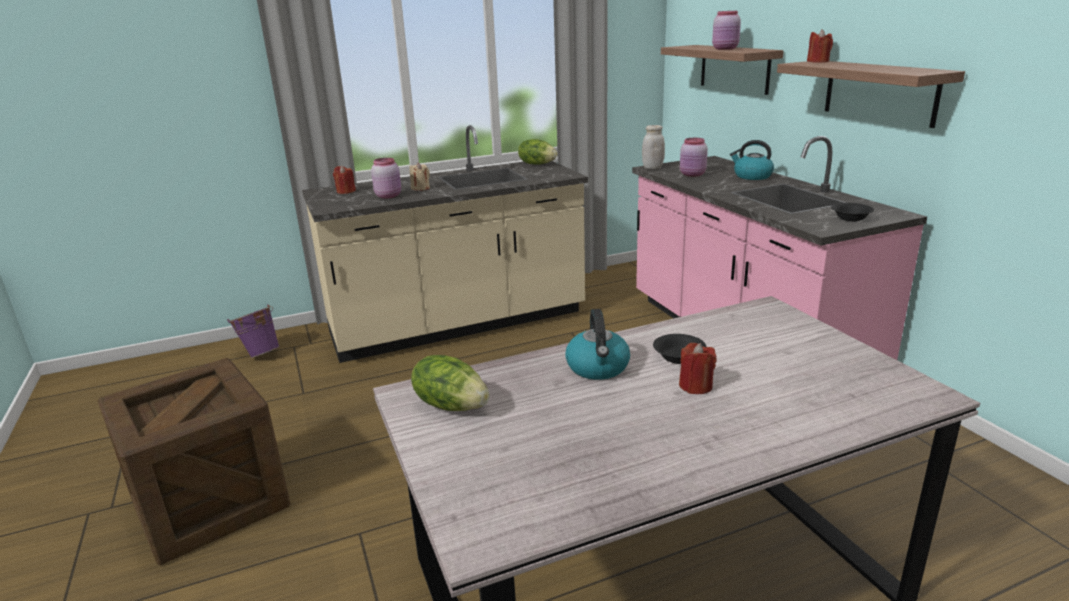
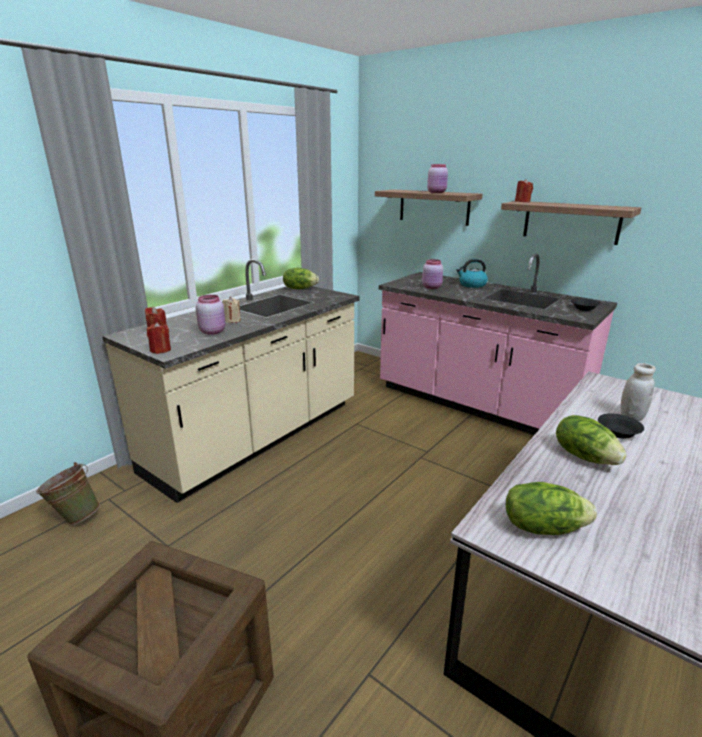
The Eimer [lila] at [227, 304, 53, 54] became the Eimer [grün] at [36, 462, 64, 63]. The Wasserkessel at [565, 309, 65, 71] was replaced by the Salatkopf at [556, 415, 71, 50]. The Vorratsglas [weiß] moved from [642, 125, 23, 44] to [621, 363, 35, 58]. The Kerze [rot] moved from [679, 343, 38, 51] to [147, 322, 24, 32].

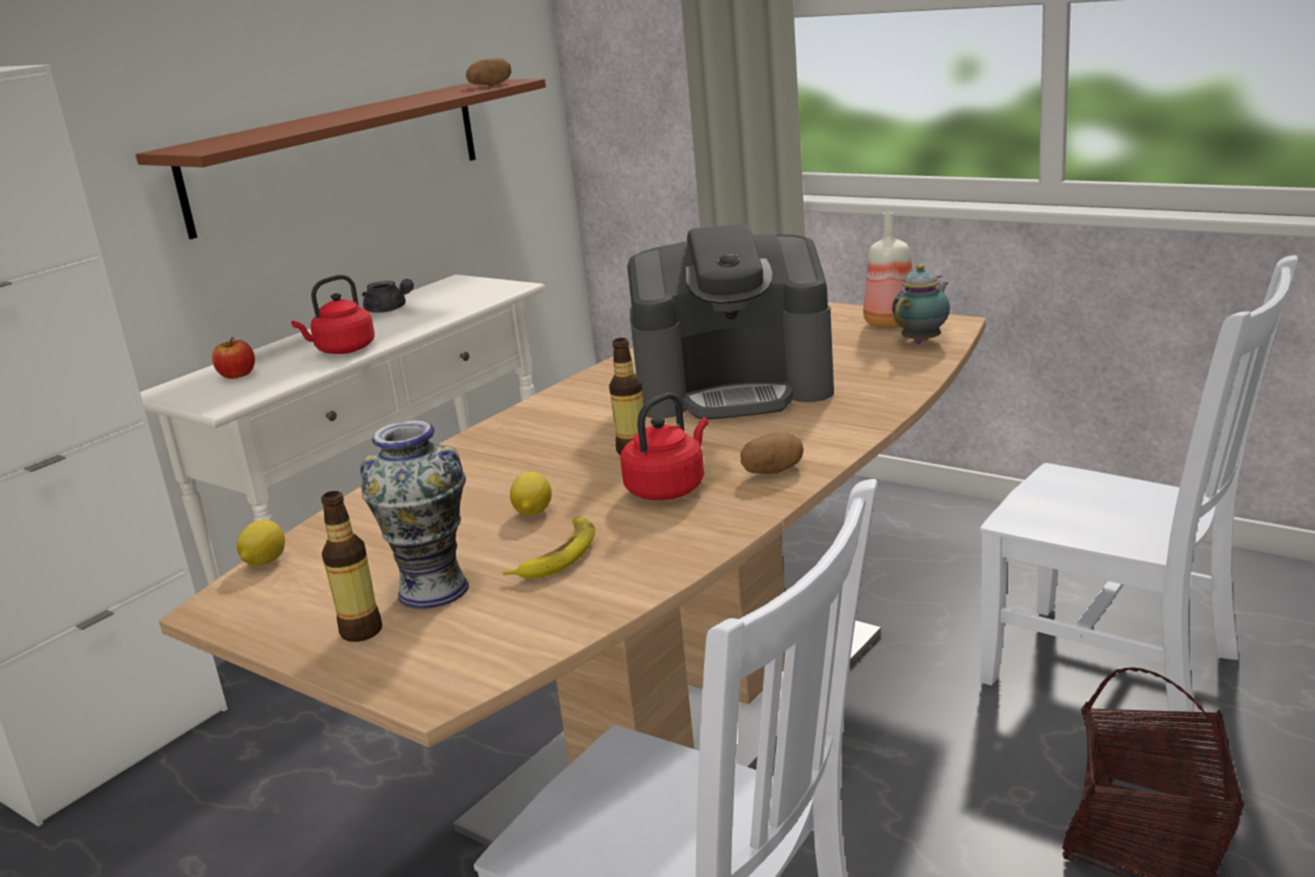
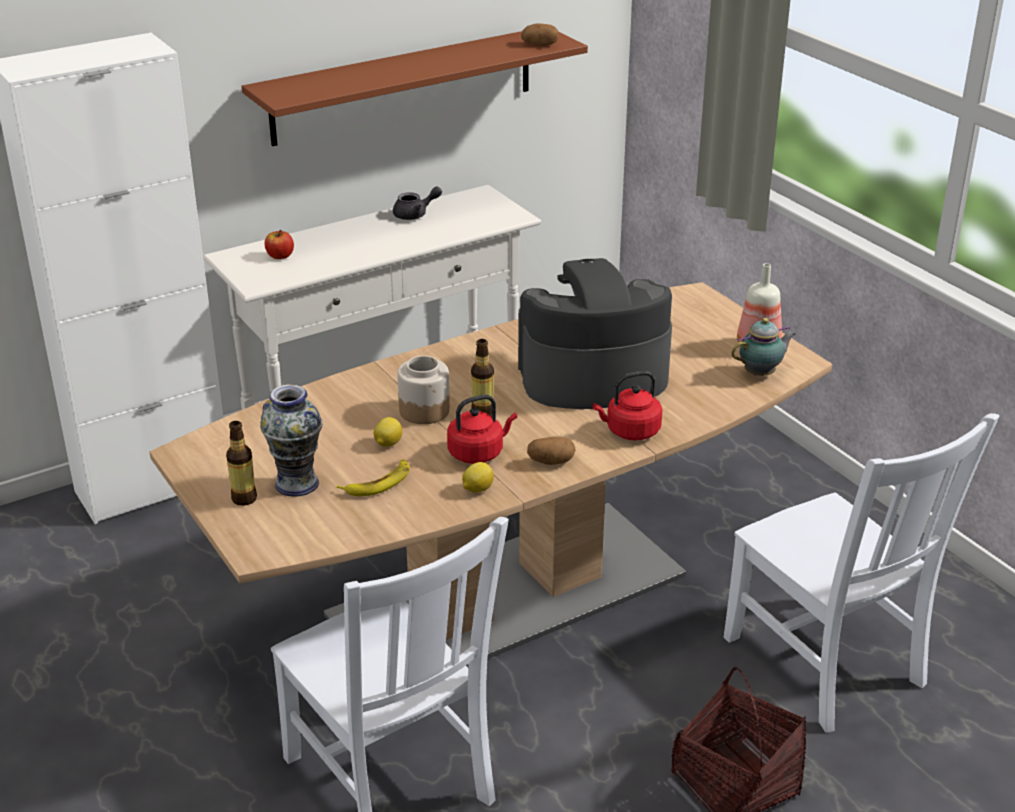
The Zitrone moved from [237, 520, 48, 46] to [462, 462, 32, 31]. The Wasserkessel [rot] moved from [291, 275, 84, 79] to [592, 371, 70, 70]. The Teekanne [grau] at [362, 279, 52, 34] turned 75 degrees counterclockwise. The Kaffeemaschine at [627, 224, 207, 196] turned 150 degrees clockwise. The Vorratsglas at [397, 356, 53, 68] appeared.

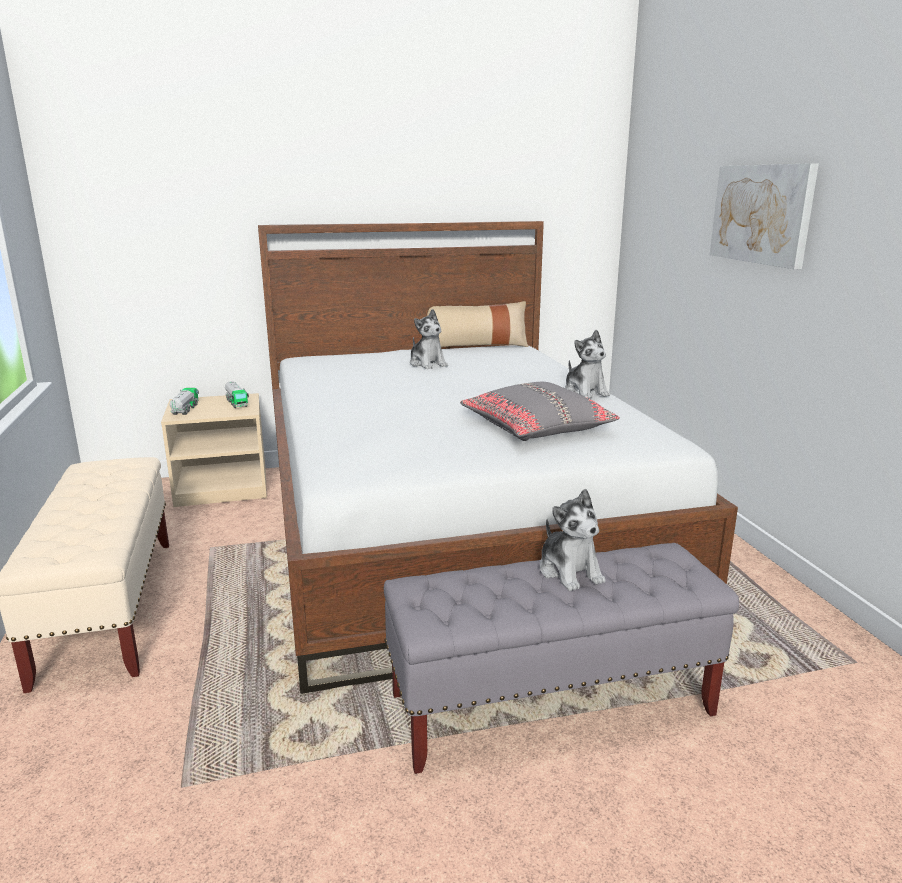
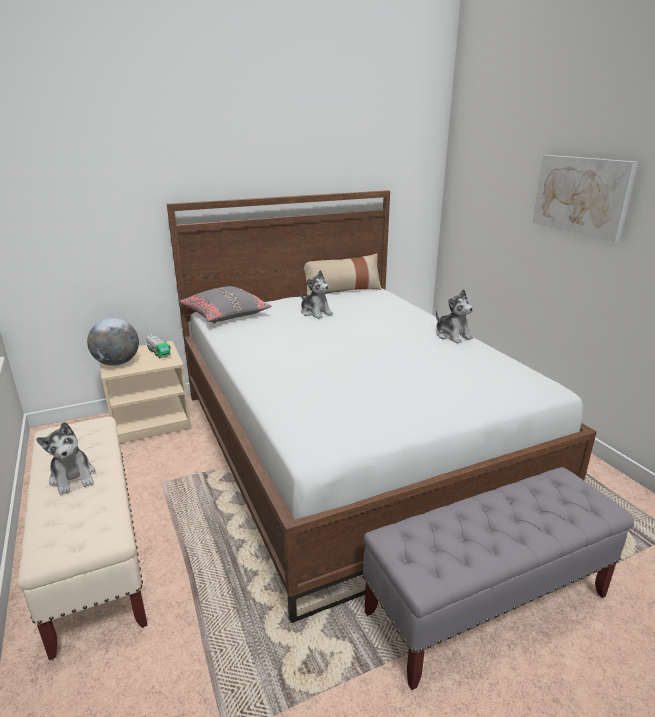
The Spielzeuglaster at [169, 388, 30, 27] was replaced by the Globus at [87, 318, 52, 48]. The Kissen [grau] moved from [460, 382, 160, 59] to [179, 286, 93, 37]. The Plüschtier moved from [540, 489, 66, 102] to [36, 422, 59, 73].

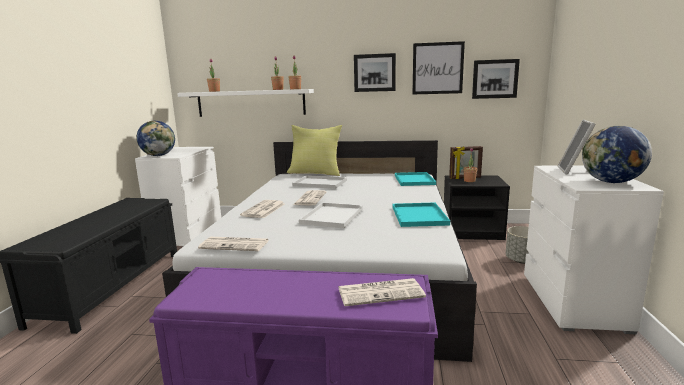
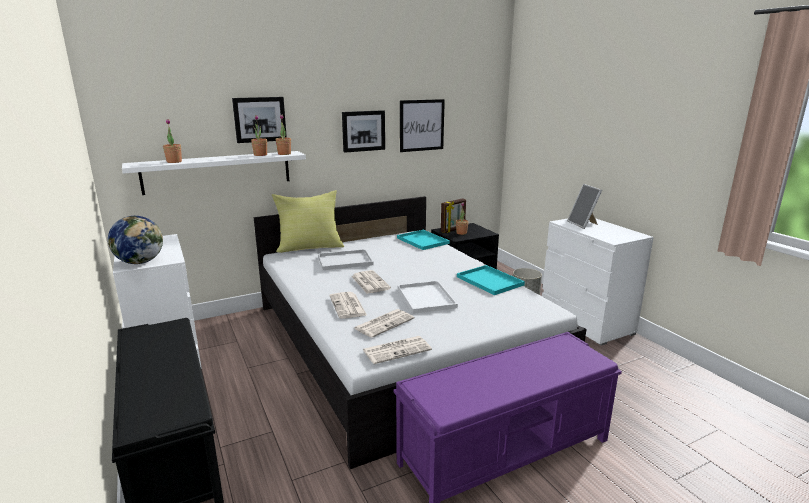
The Zeitung moved from [338, 278, 88, 28] to [354, 309, 60, 29]. The Bild moved from [472, 59, 48, 40] to [232, 97, 55, 46]. The Globus at [582, 126, 70, 57] disappeared.

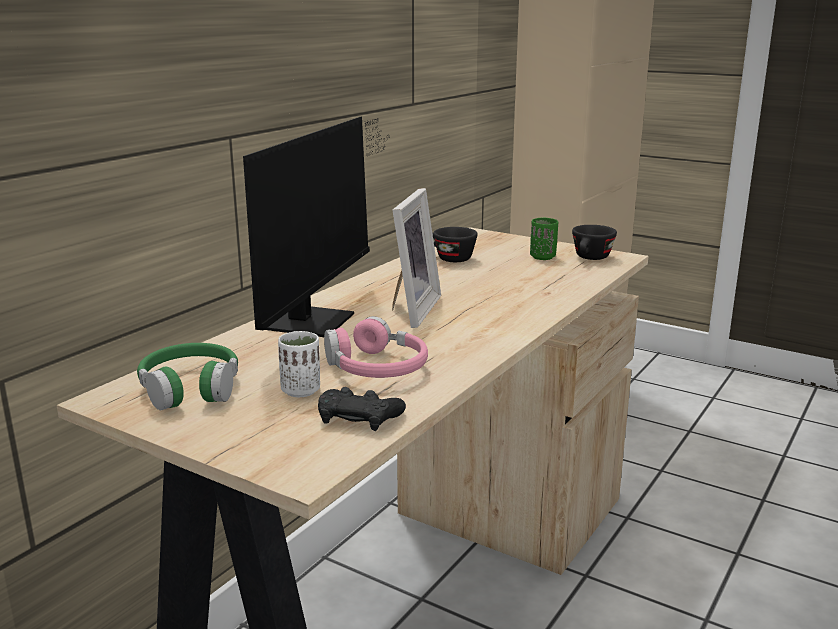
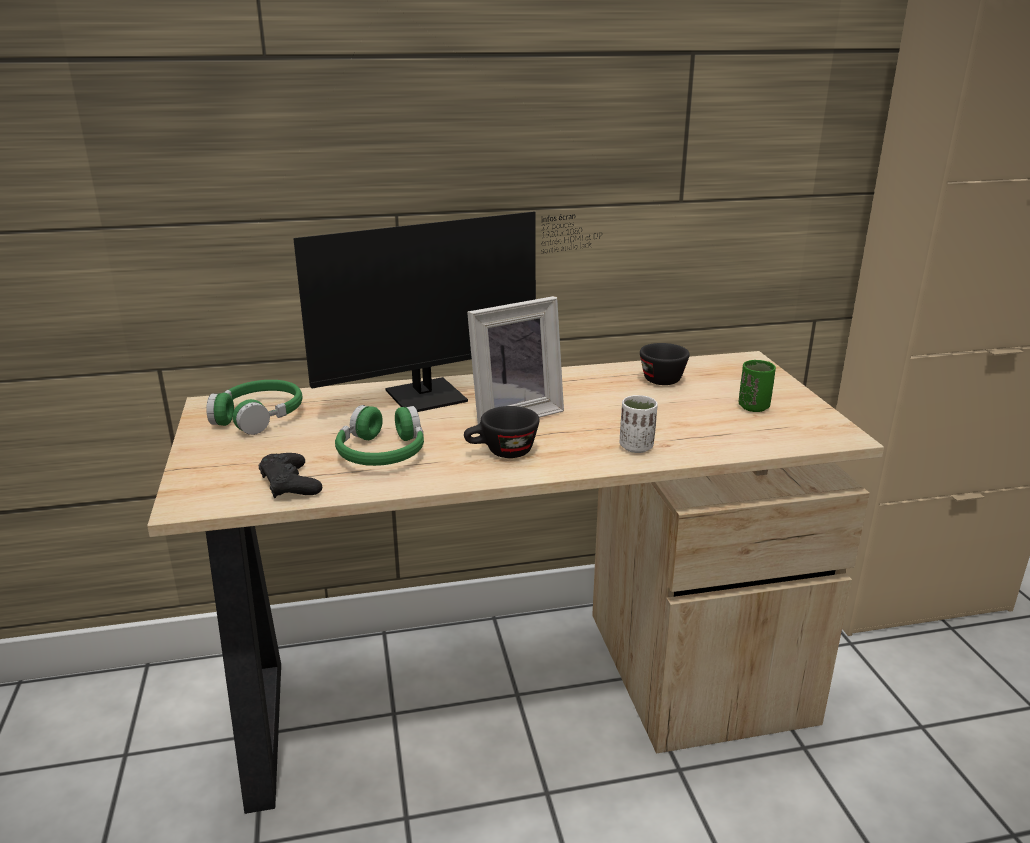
The Tasse [weiß] moved from [278, 331, 42, 66] to [620, 395, 38, 58]. The Kopfhörer [rosa] at [324, 316, 104, 62] became the Kopfhörer [grün] at [335, 405, 89, 61]. The Tasse [schwarz] moved from [572, 225, 45, 35] to [464, 406, 76, 52].

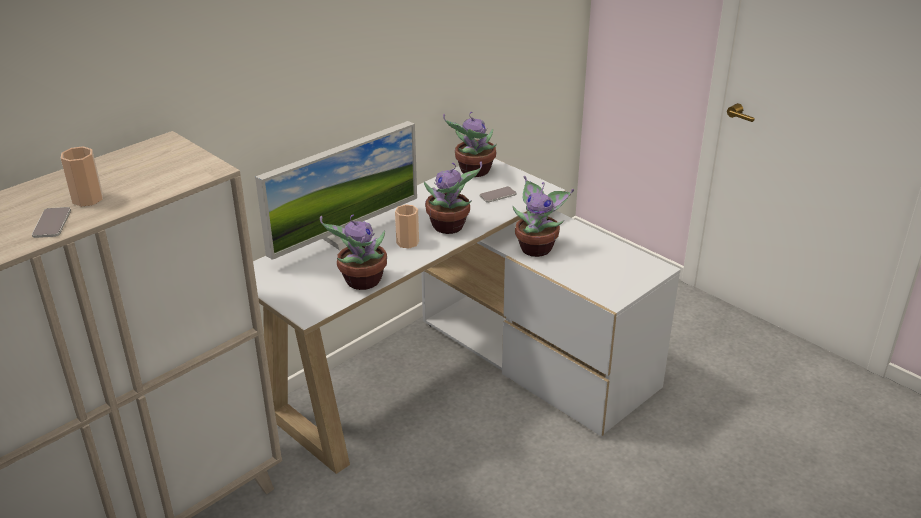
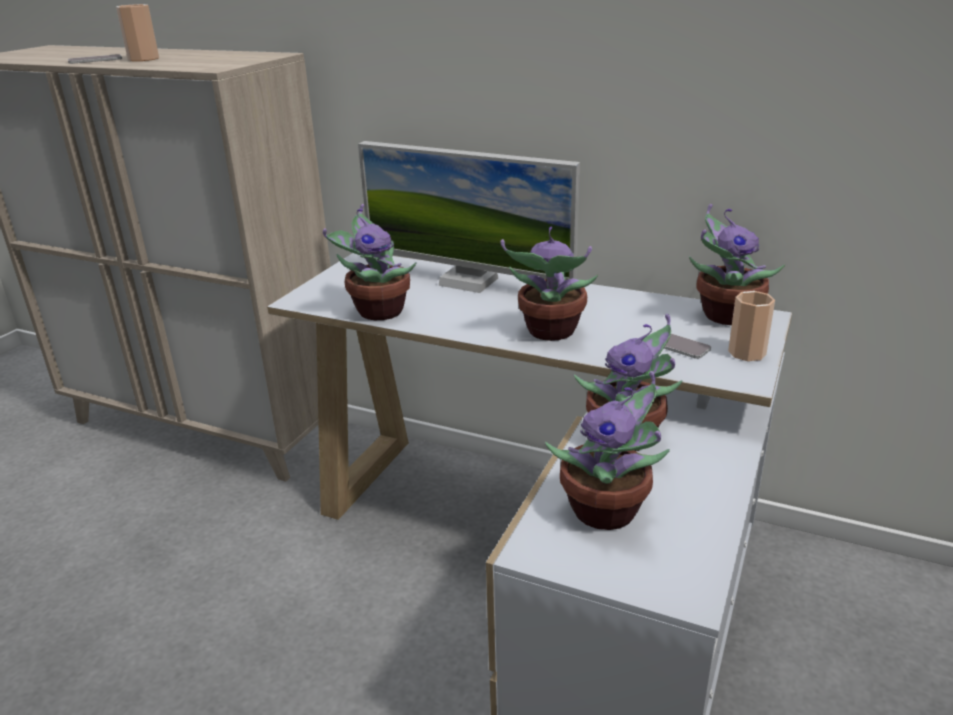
The Tasse moved from [395, 204, 24, 45] to [728, 291, 47, 70]. The Topfpflanze at [545, 371, 125, 159] appeared.

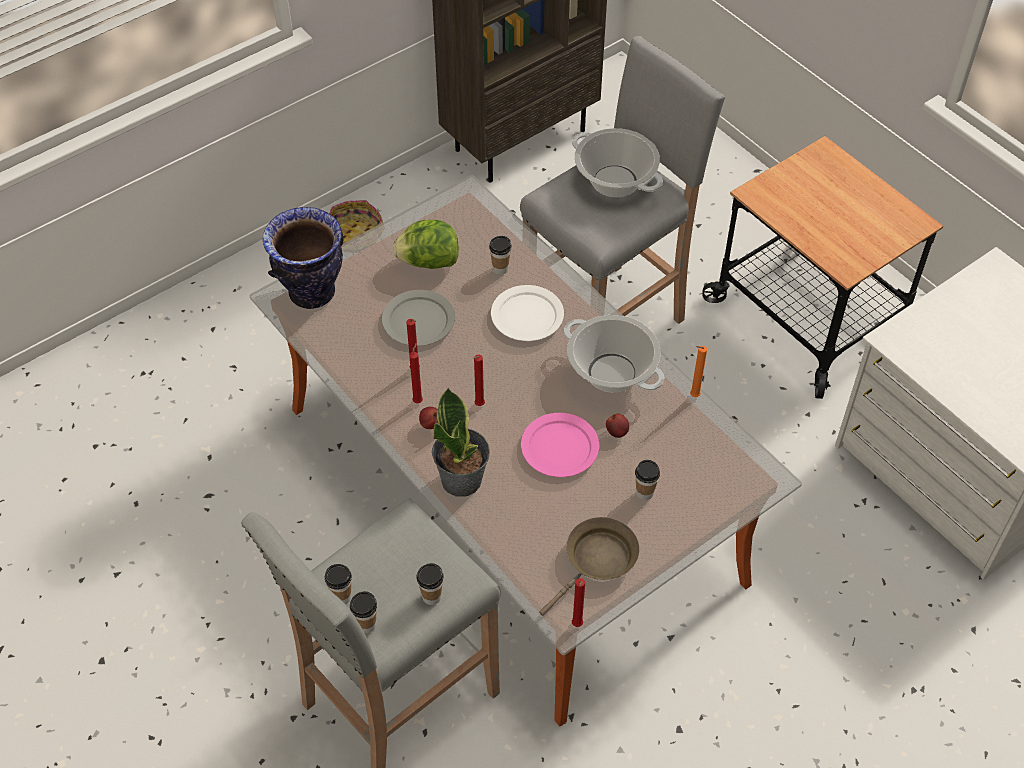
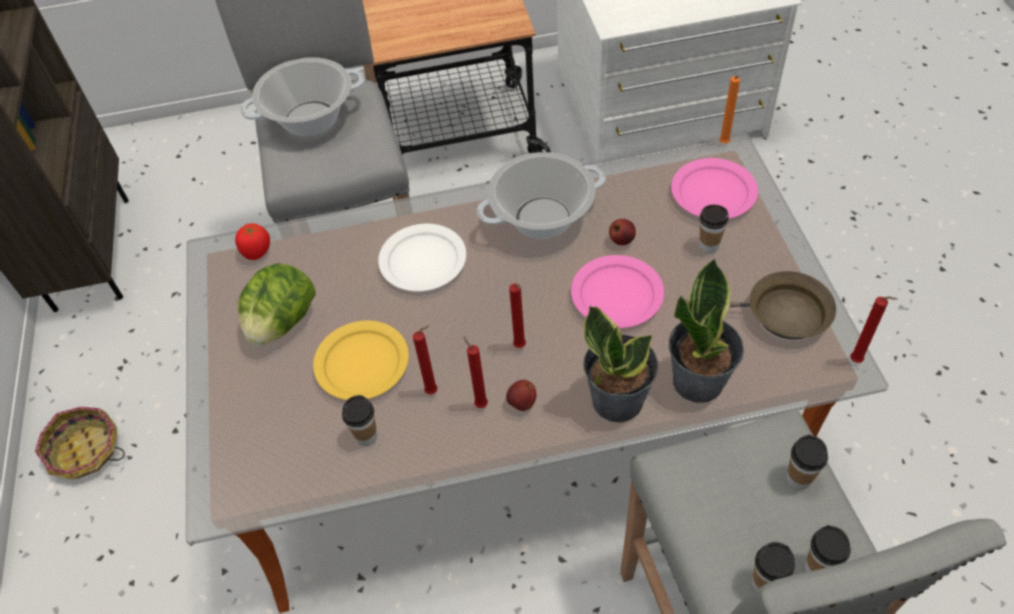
The Vase at [263, 207, 81, 102] disappeared. The Teller [grau] at [382, 290, 73, 56] became the Teller [gelb] at [313, 320, 96, 80]. The Tasse moved from [489, 236, 22, 39] to [342, 395, 35, 51]. The Pfanne [braun] at [539, 517, 100, 99] turned 120 degrees clockwise. The Kerze [orange] moved from [690, 346, 17, 51] to [719, 76, 21, 67]. The Tomate at [235, 223, 35, 37] appeared. The Topfpflanze at [669, 258, 75, 145] appeared. The Teller [rosa] at [671, 158, 87, 61] appeared.

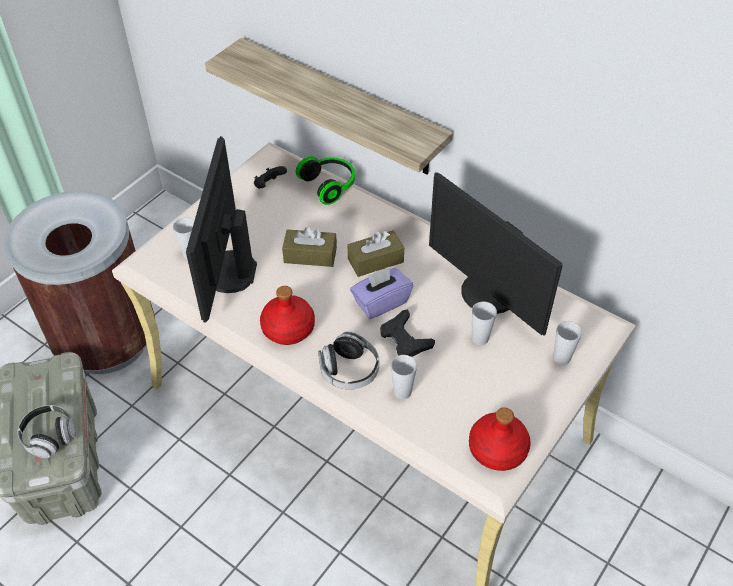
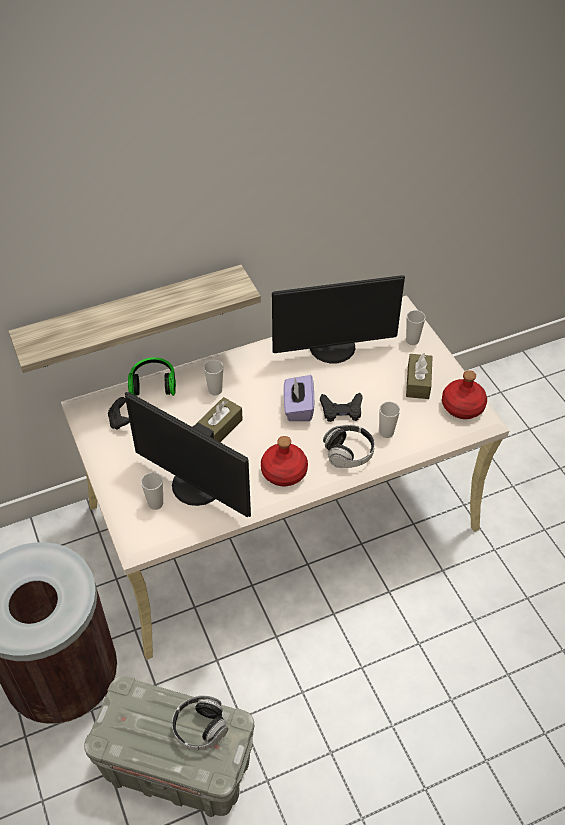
The Taschentuchbox [braun] moved from [347, 230, 57, 47] to [406, 353, 27, 46]. The Tasse moved from [472, 301, 25, 44] to [204, 360, 19, 36].

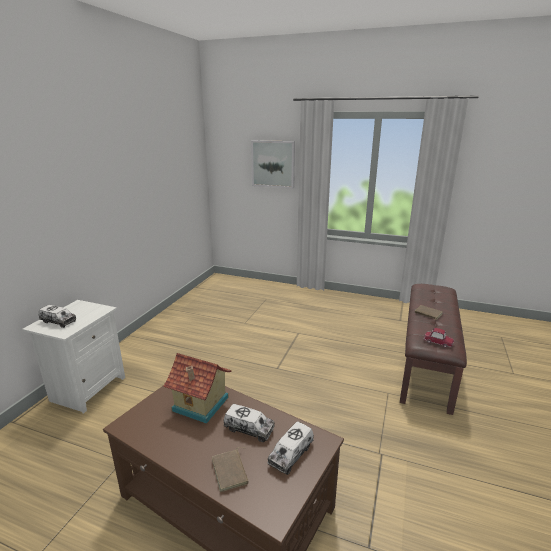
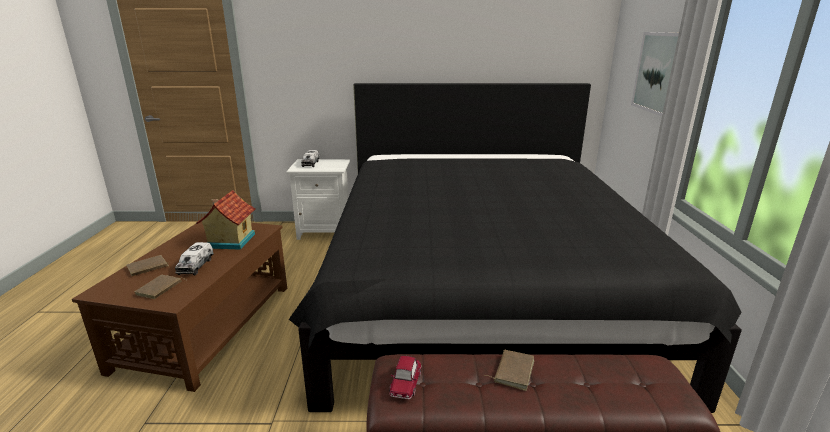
The Spielzeuglaster at [267, 421, 47, 54] was replaced by the Buch [braun] at [135, 275, 52, 24]. The Bett [schwarz] at [289, 83, 453, 330] appeared.

